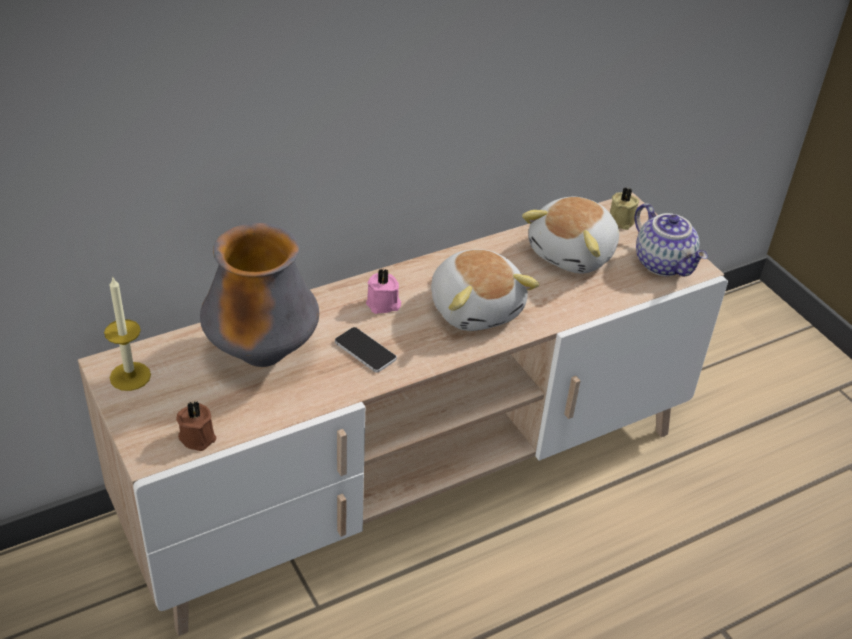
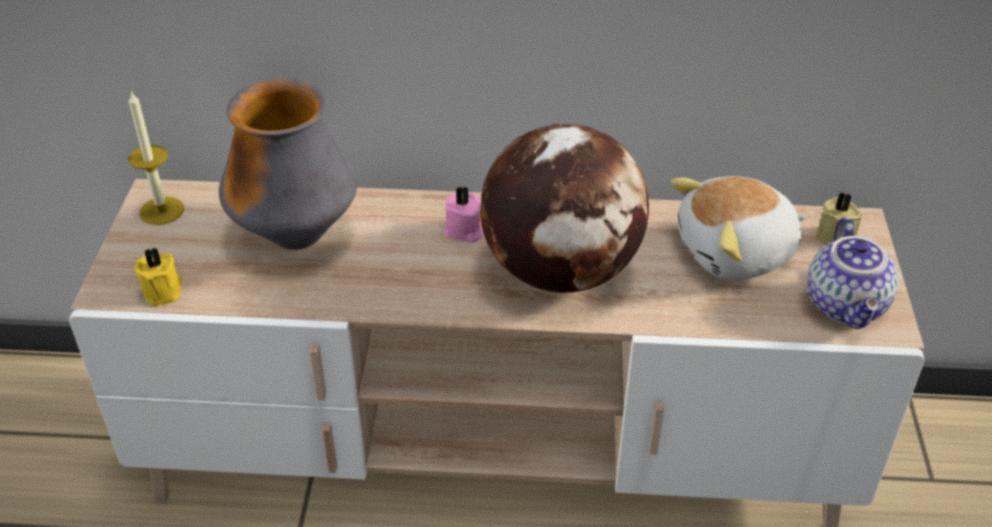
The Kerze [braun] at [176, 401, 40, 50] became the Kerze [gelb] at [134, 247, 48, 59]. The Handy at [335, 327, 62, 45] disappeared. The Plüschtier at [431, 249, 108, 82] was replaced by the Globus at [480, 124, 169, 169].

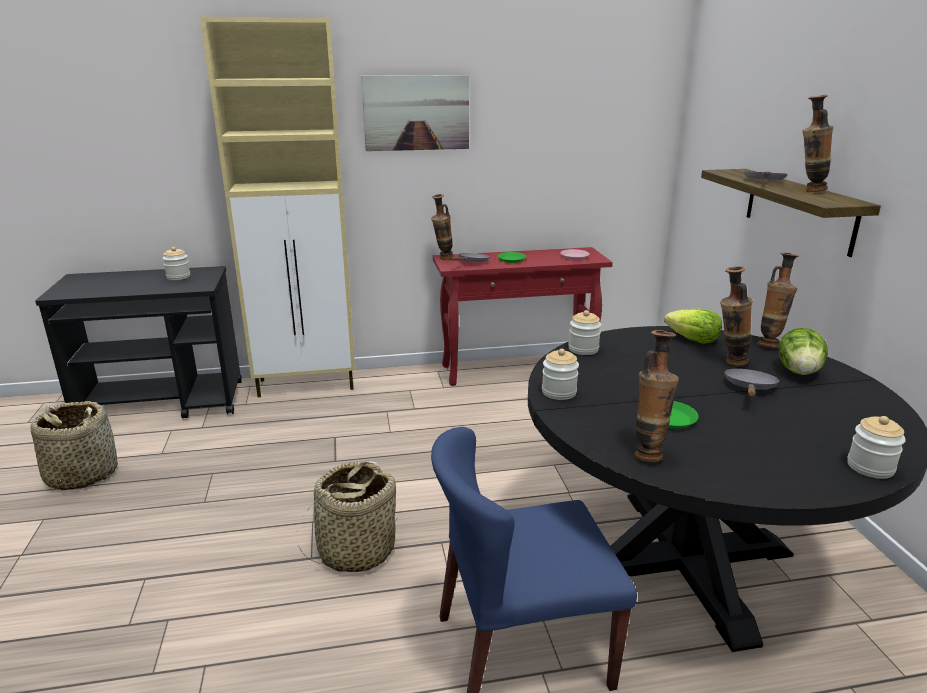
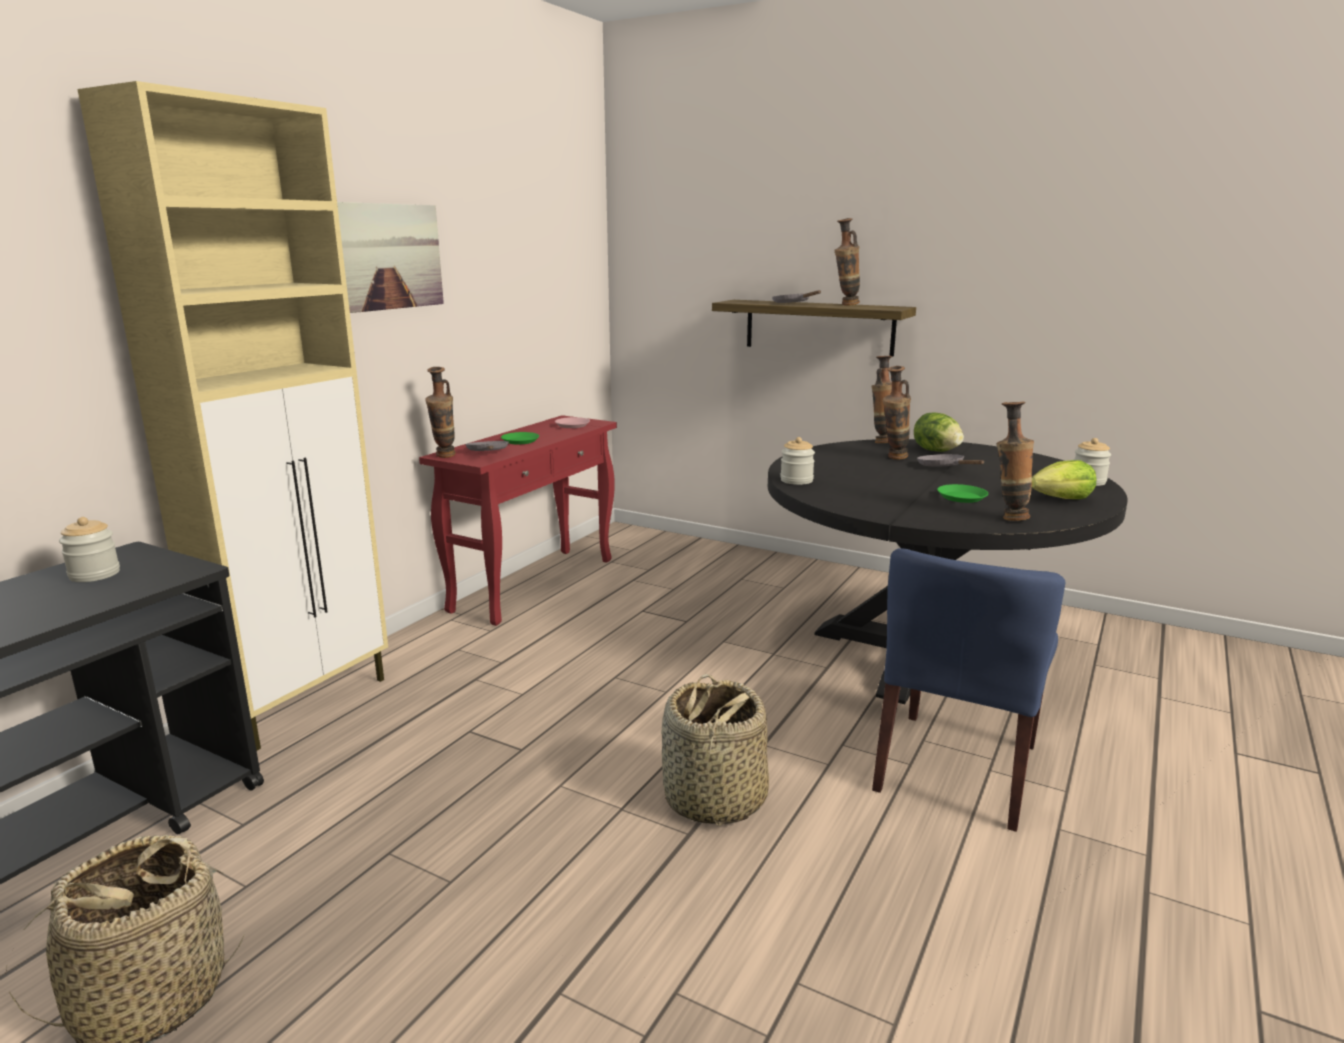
The Vorratsglas at [542, 349, 37, 51] disappeared. The Salatkopf moved from [664, 309, 58, 35] to [1032, 460, 64, 39].

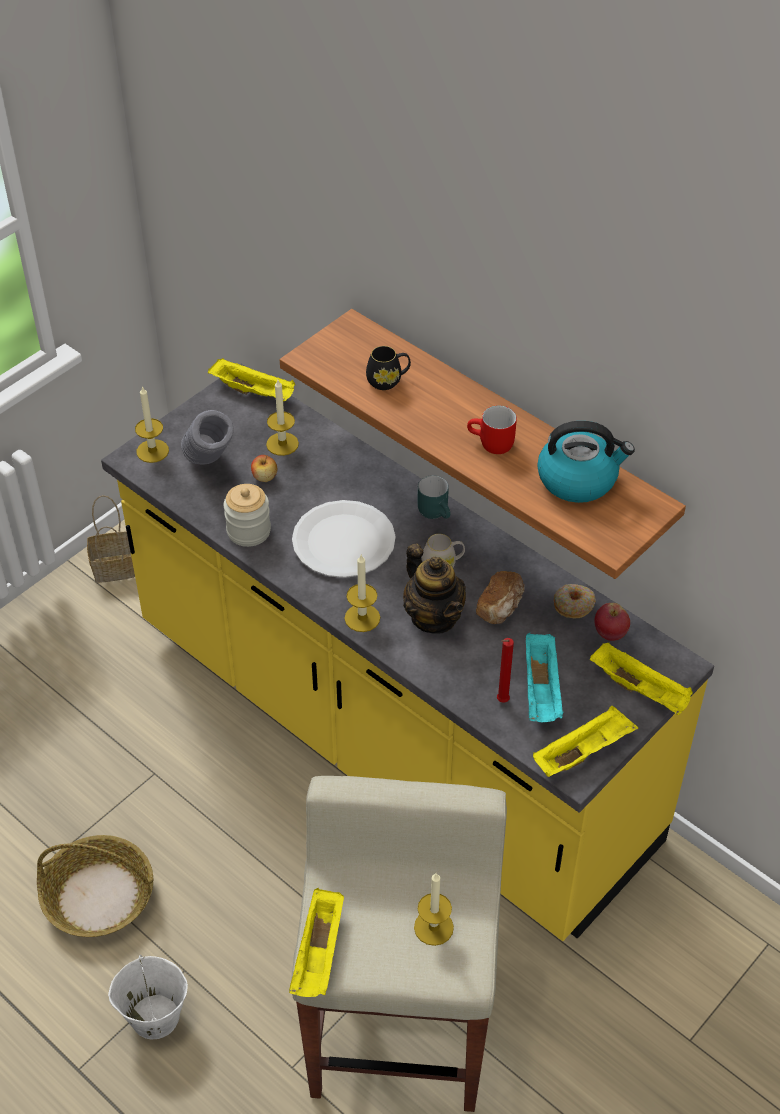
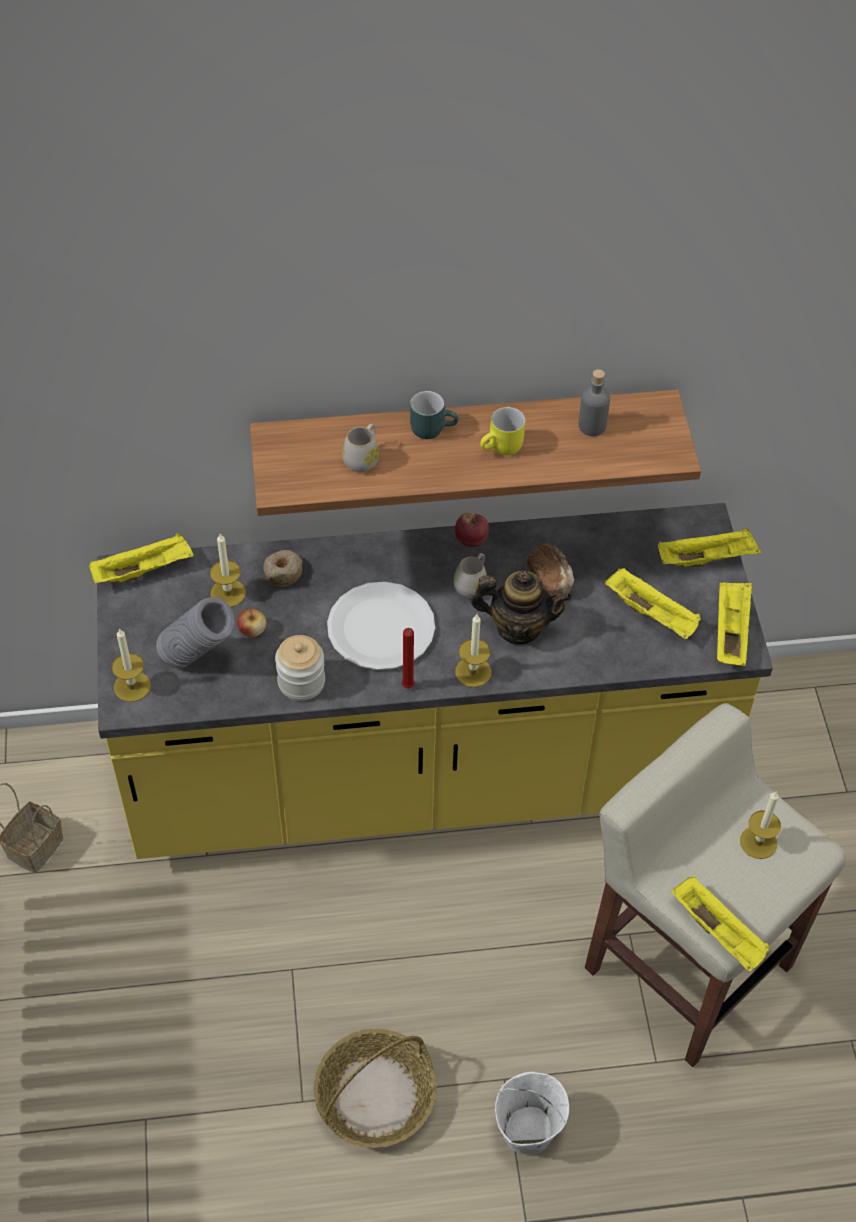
The Henkelbecher [schwarz] at [366, 346, 45, 44] became the Henkelbecher [weiß] at [342, 424, 37, 48]. The Henkelbecher [türkis] moved from [417, 475, 34, 44] to [410, 391, 49, 48]. The Henkelbecher [rot] at [467, 405, 50, 49] became the Henkelbecher [gelb] at [480, 407, 45, 48]. The Kerze [rot] moved from [497, 638, 17, 65] to [402, 628, 13, 60]. The Tablett [türkis] at [526, 632, 37, 90] became the Tablett [gelb] at [605, 568, 96, 71]. The Wasserkessel at [537, 421, 98, 82] was replaced by the Flasche [grau] at [579, 369, 31, 67]. The Donut moved from [554, 584, 42, 34] to [263, 550, 39, 37]. The Apfel moved from [594, 603, 36, 38] to [455, 512, 34, 35].

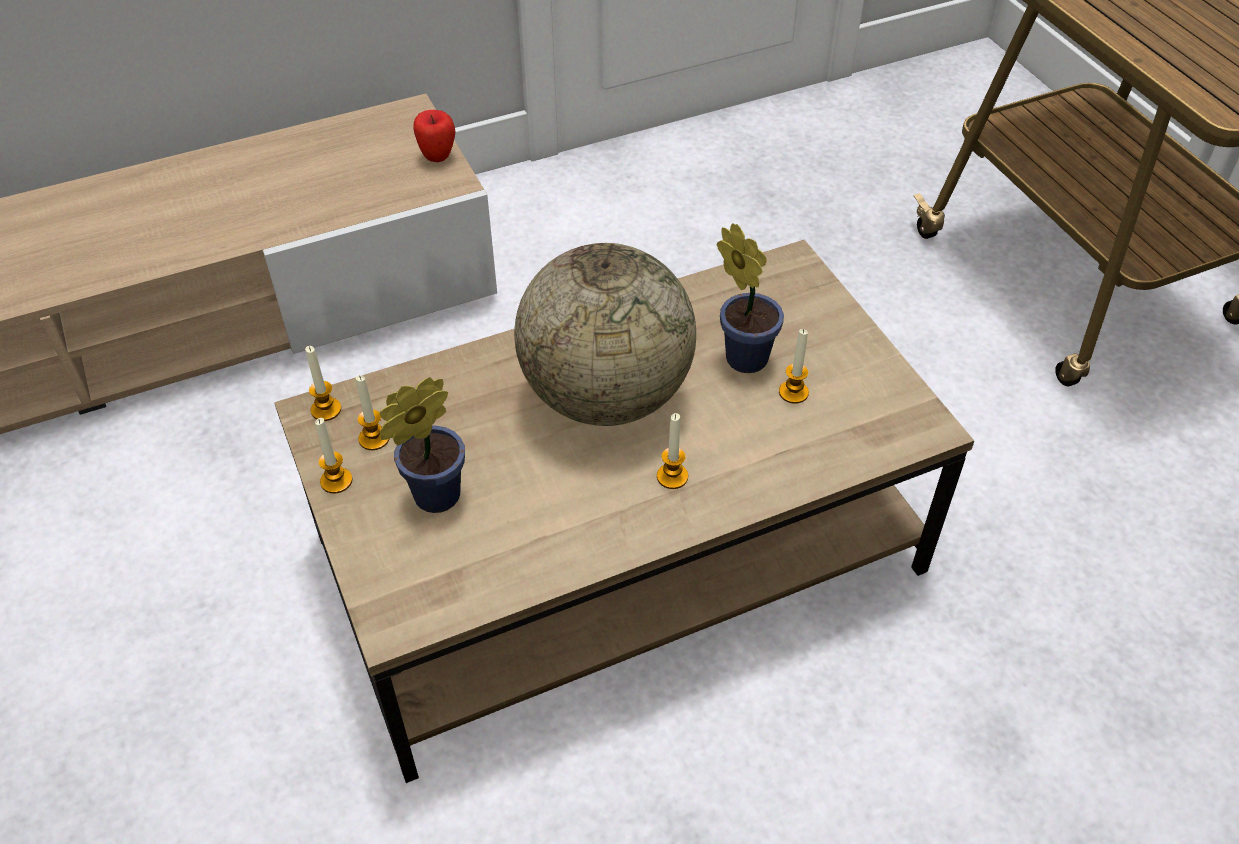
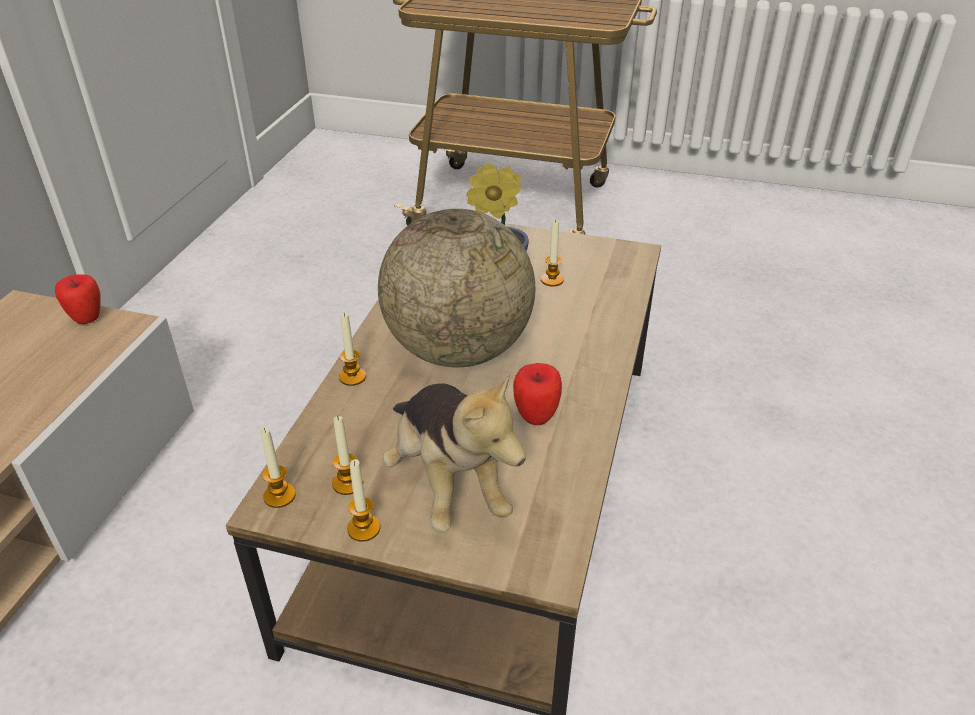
The Topfpflanze at [380, 377, 85, 136] was replaced by the Plüschtier at [383, 372, 143, 160]. The Kerze moved from [657, 413, 31, 76] to [339, 312, 27, 74]. The Apfel at [513, 363, 49, 62] appeared.

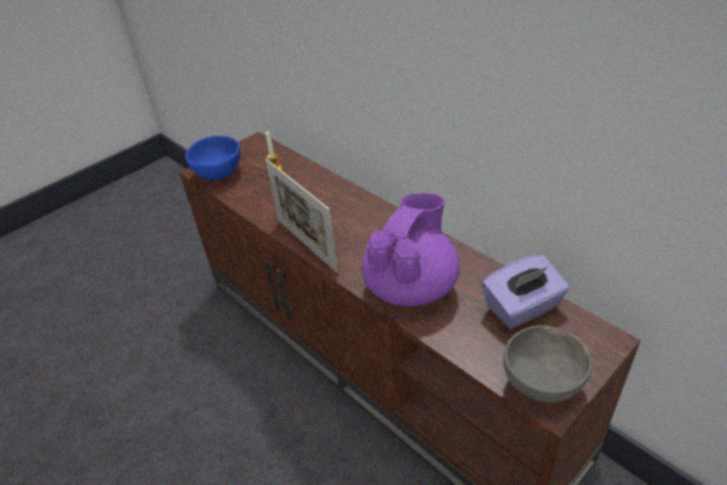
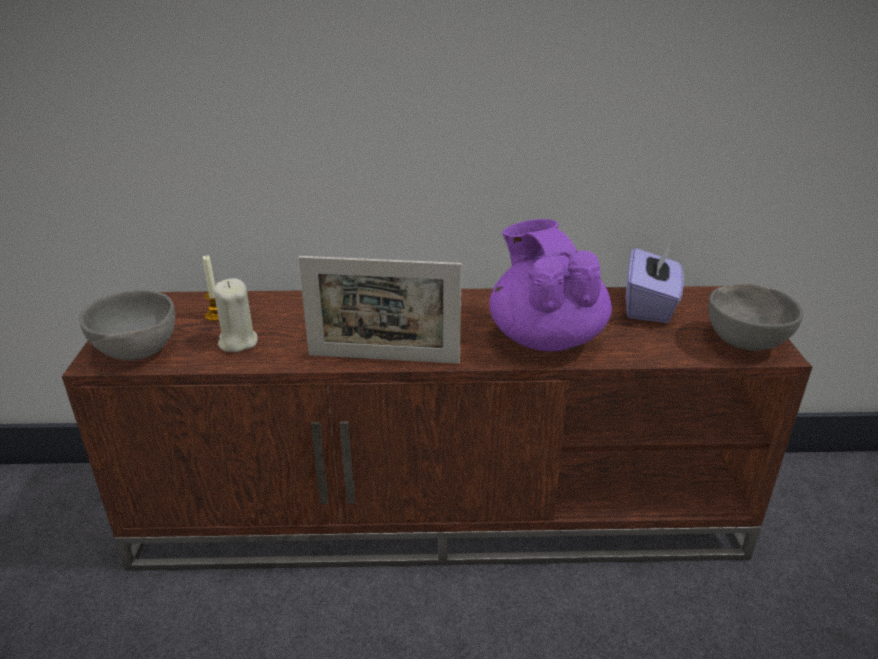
The Schüssel [blau] at [185, 136, 55, 44] became the Schüssel [grau] at [79, 290, 96, 70]. The Kerze [beige] at [213, 278, 45, 74] appeared.

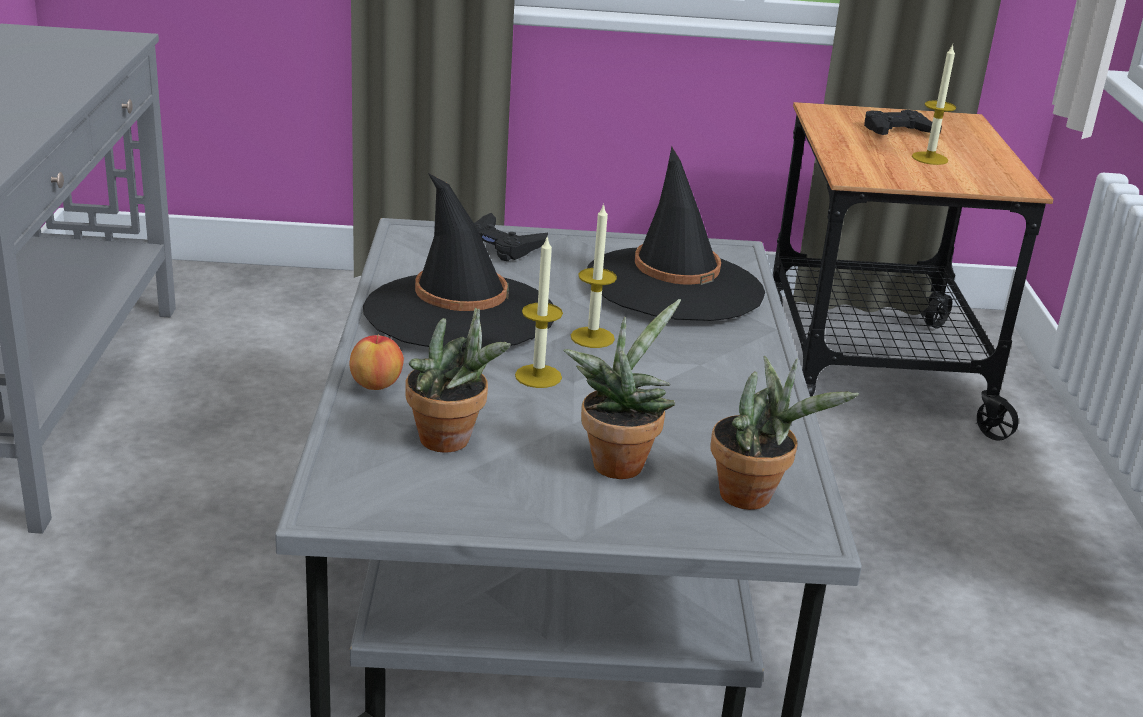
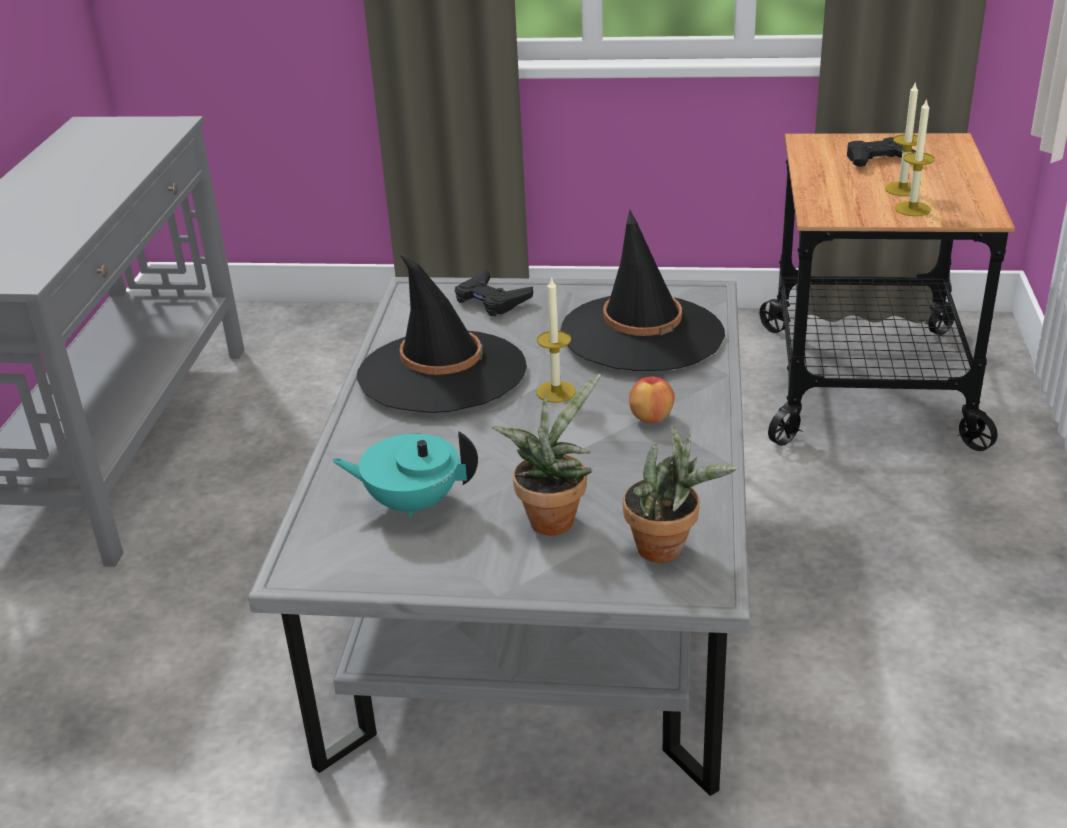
The Apfel moved from [350, 334, 54, 56] to [629, 376, 46, 47]. The Topfpflanze at [405, 308, 105, 145] was replaced by the Teekanne [türkis] at [332, 431, 146, 87]. The Kerze moved from [515, 235, 48, 153] to [895, 98, 40, 118].

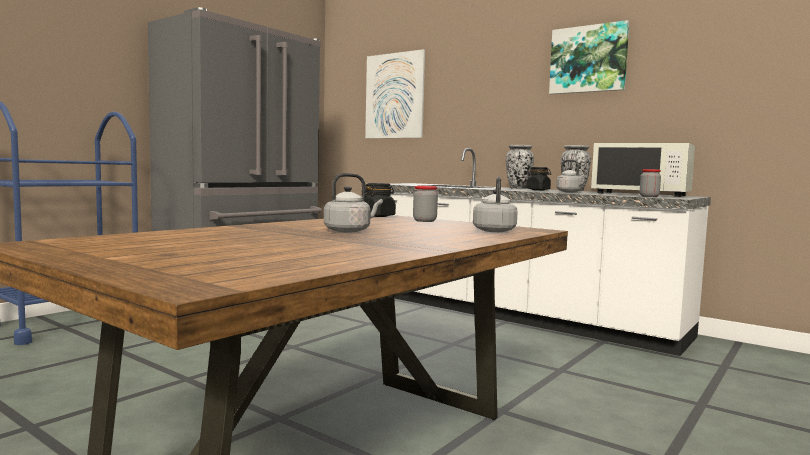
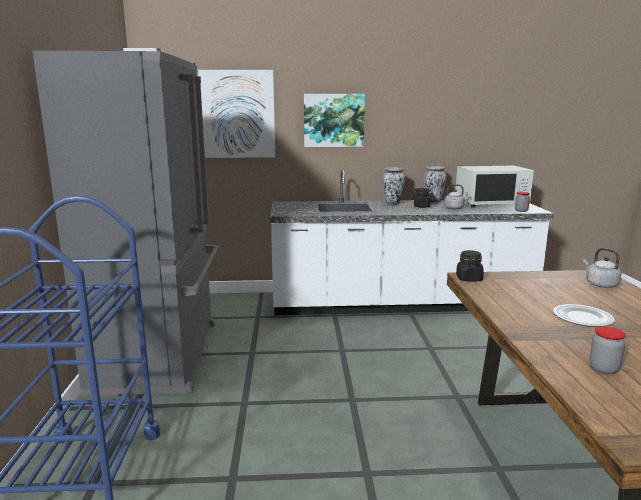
The Wasserkessel [grau] at [324, 173, 59, 60] was replaced by the Teller at [553, 304, 62, 23]. The Vorratsglas moved from [413, 186, 25, 36] to [589, 326, 37, 48]. The Bild moved from [549, 20, 80, 74] to [304, 94, 61, 53].

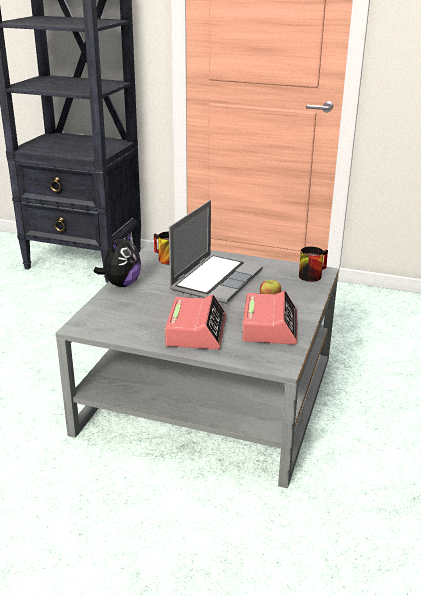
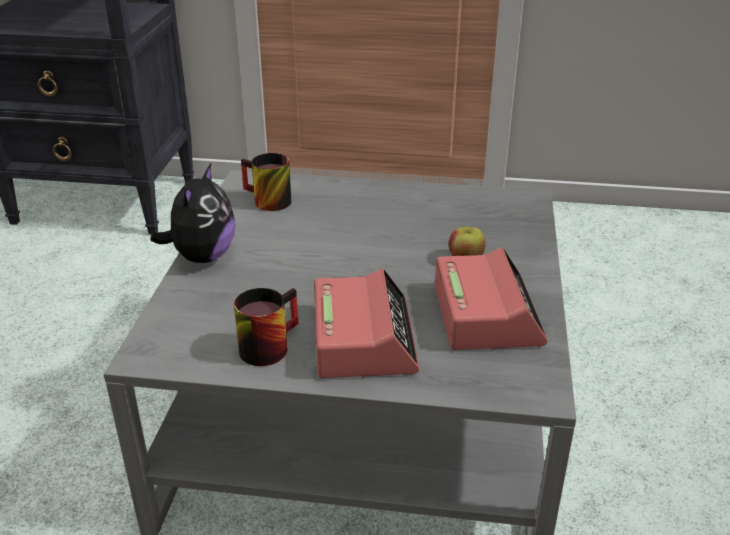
The Laptop at [169, 200, 93, 104] disappeared. The Henkelbecher moved from [299, 247, 29, 35] to [234, 288, 65, 78].

